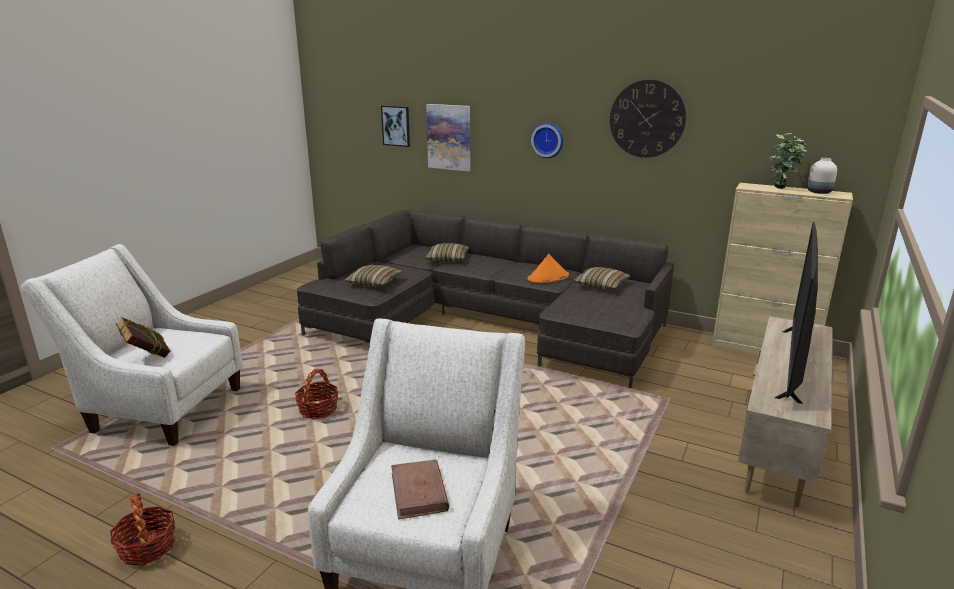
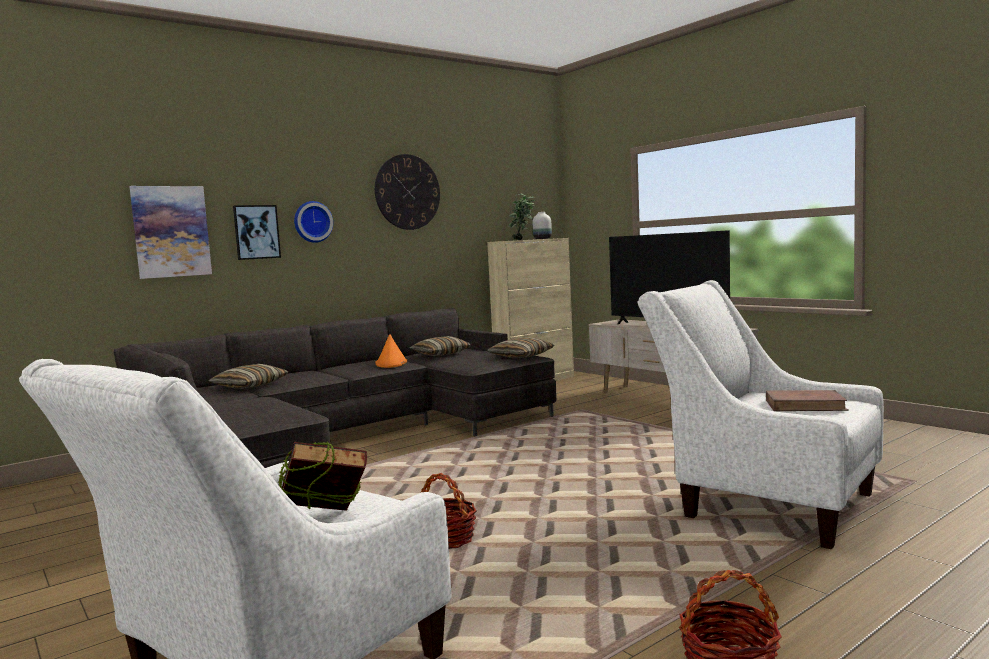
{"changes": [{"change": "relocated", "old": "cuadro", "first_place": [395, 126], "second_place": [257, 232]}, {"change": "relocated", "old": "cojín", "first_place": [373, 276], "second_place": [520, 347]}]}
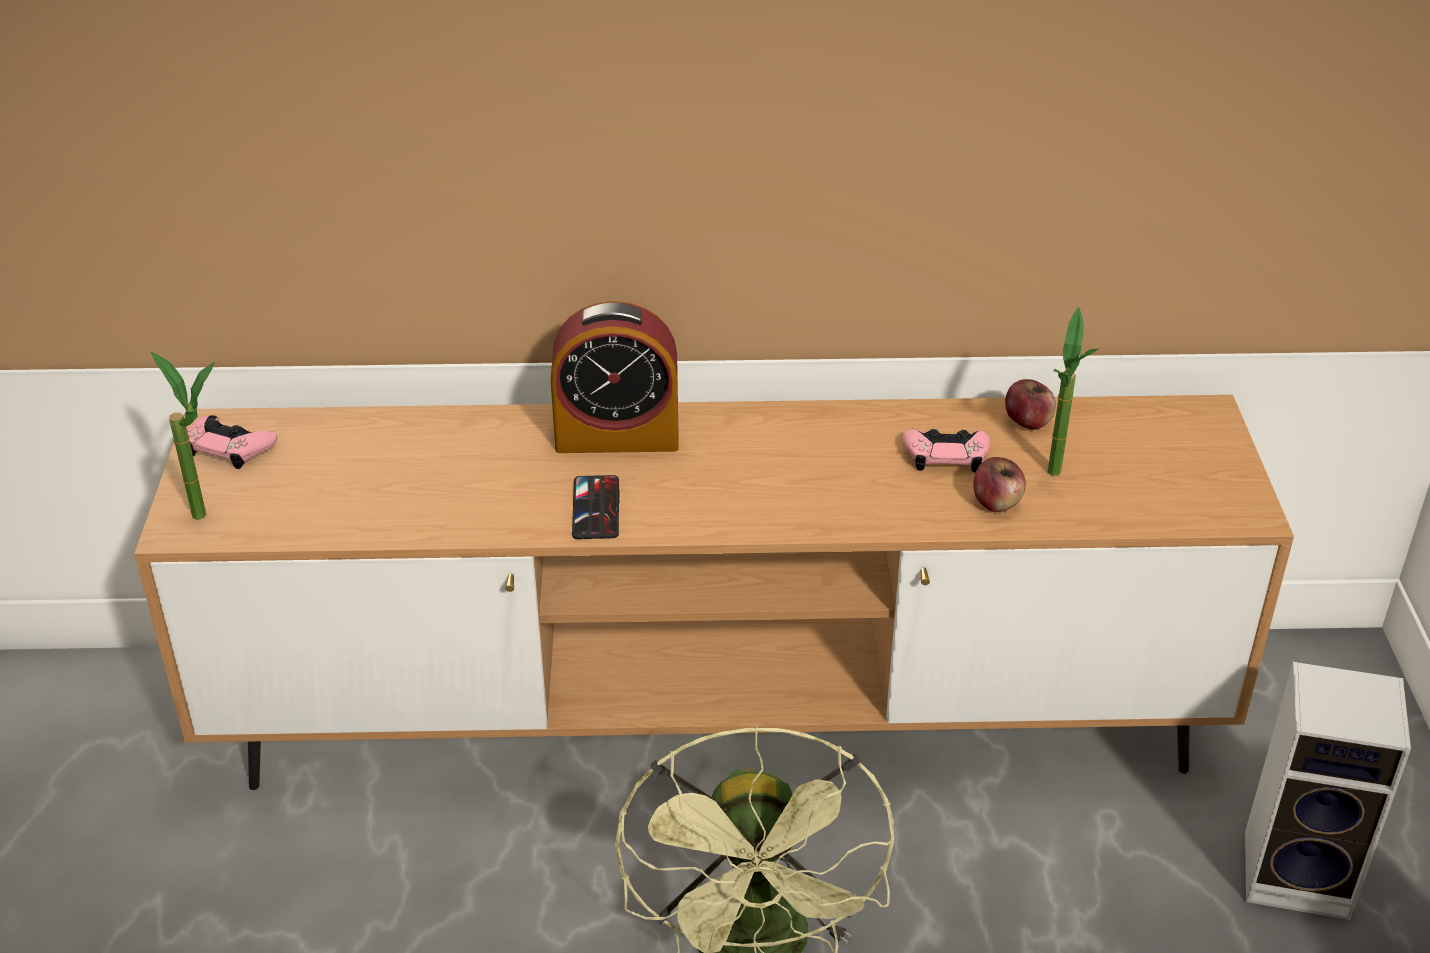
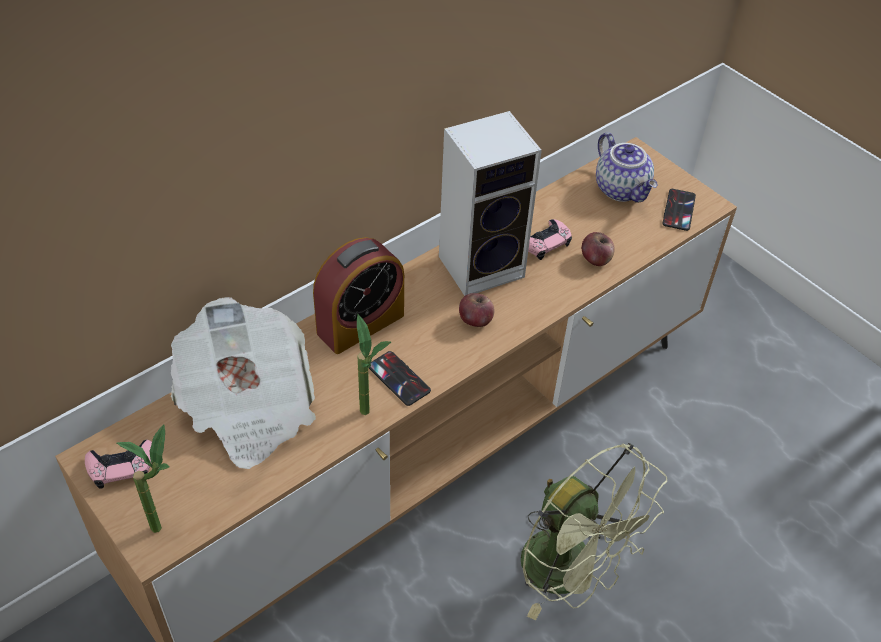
{"changes": [{"change": "relocated", "old": "planta en maceta", "first_place": [1074, 391], "second_place": [374, 364]}, {"change": "relocated", "old": "manzana", "first_place": [1030, 404], "second_place": [477, 310]}, {"change": "relocated", "old": "altavoz", "first_place": [1328, 791], "second_place": [490, 203]}, {"change": "appeared", "new": "tetera", "second_place": [626, 167]}, {"change": "appeared", "new": "móvil", "second_place": [679, 210]}, {"change": "appeared", "new": "periódico", "second_place": [243, 383]}]}
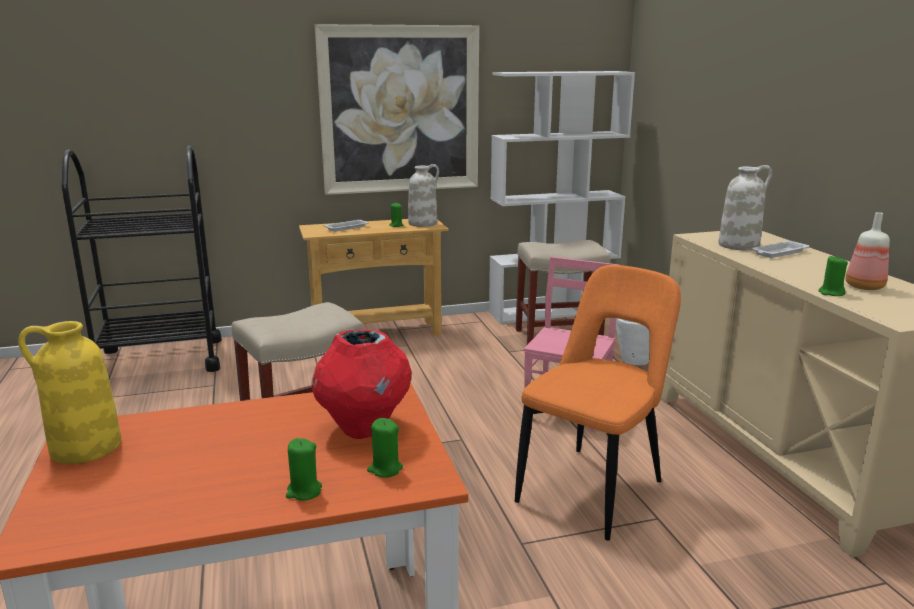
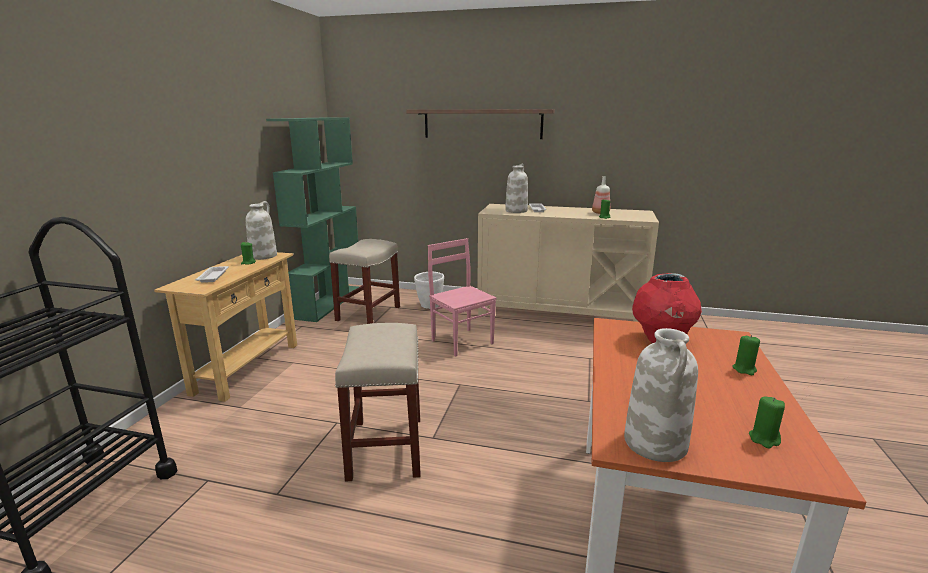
{"changes": [{"change": "missing", "old": "cuadro", "first_place": [397, 109]}, {"change": "colour", "old": "estantería (blanco)", "new": "estantería (verde)", "first_place": [562, 197], "second_place": [312, 219]}, {"change": "missing", "old": "silla (naranja)", "first_place": [598, 402]}, {"change": "colour", "old": "florero (amarillo)", "new": "florero (blanco)", "first_place": [69, 392], "second_place": [661, 395]}, {"change": "relocated", "old": "vela (verde)", "first_place": [385, 448], "second_place": [767, 422]}, {"change": "appeared", "new": "estante", "second_place": [481, 124]}]}
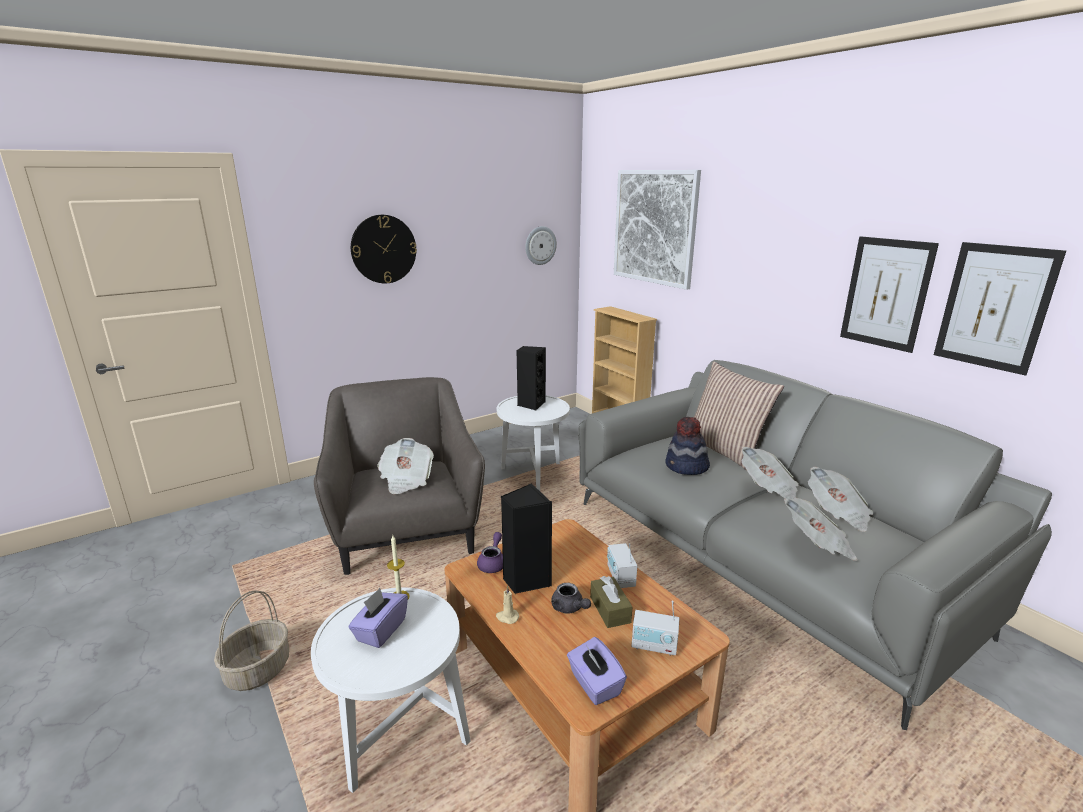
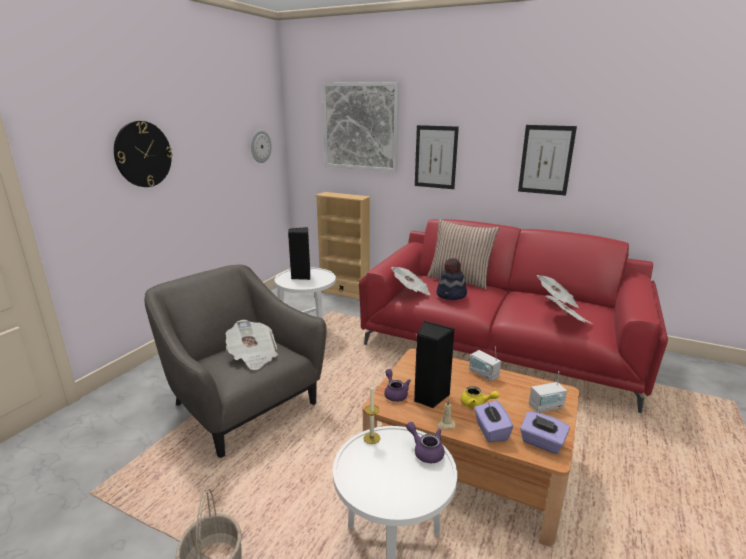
{"changes": [{"change": "relocated", "old": "cuadro", "first_place": [1000, 309], "second_place": [437, 157]}, {"change": "colour", "old": "sofá (gris)", "new": "sofá (rojo)", "first_place": [815, 545], "second_place": [513, 316]}, {"change": "relocated", "old": "periódico", "first_place": [770, 473], "second_place": [410, 281]}, {"change": "missing", "old": "caja de pañuelos (marrón)", "first_place": [611, 602]}, {"change": "colour", "old": "tetera (gris)", "new": "tetera (amarillo)", "first_place": [571, 598], "second_place": [480, 397]}, {"change": "relocated", "old": "caja de pañuelos (morado)", "first_place": [378, 618], "second_place": [493, 421]}, {"change": "appeared", "new": "tetera (morado)", "second_place": [425, 442]}]}
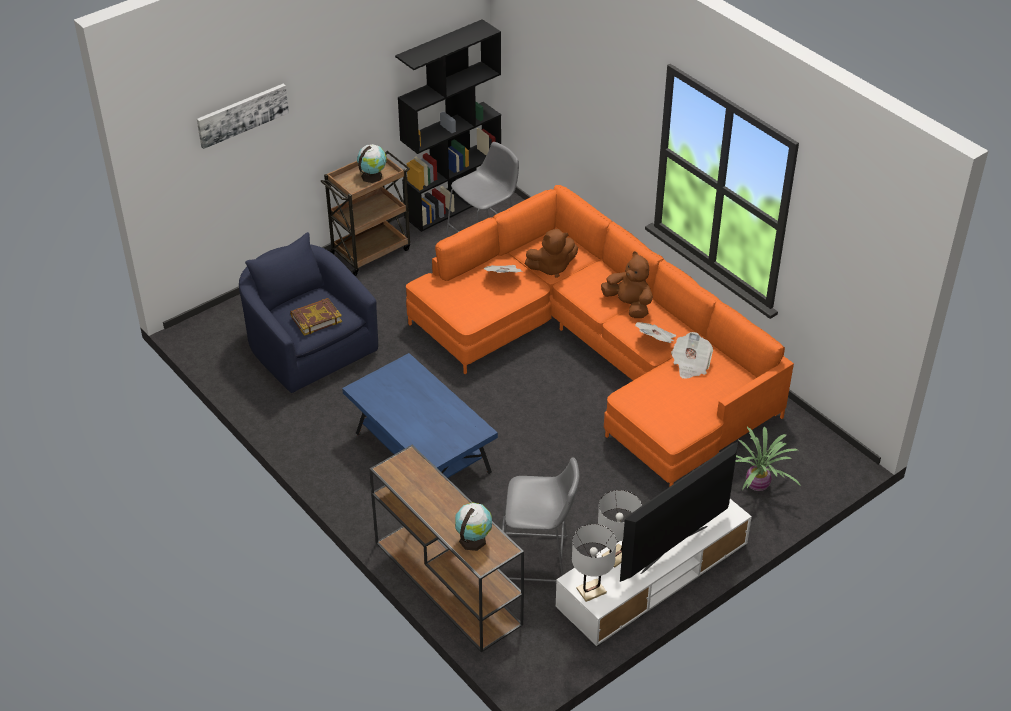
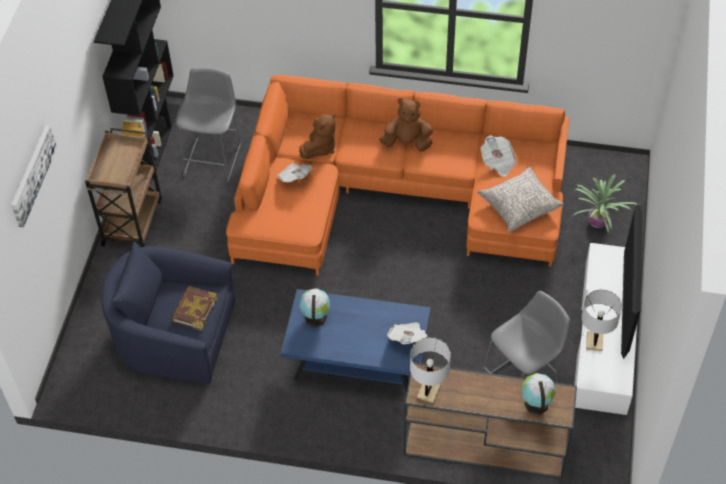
{"changes": [{"change": "relocated", "old": "globo terráqueo", "first_place": [372, 163], "second_place": [314, 307]}, {"change": "relocated", "old": "periódico", "first_place": [655, 332], "second_place": [407, 333]}, {"change": "relocated", "old": "lámpara de mesa (blanco)", "first_place": [594, 563], "second_place": [430, 370]}, {"change": "appeared", "new": "cojín (gris)", "second_place": [520, 199]}]}
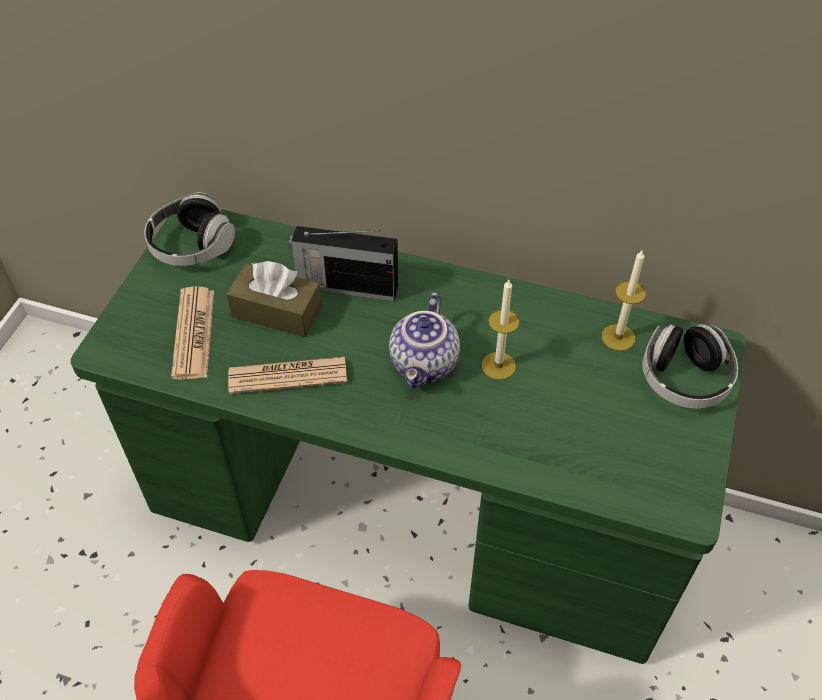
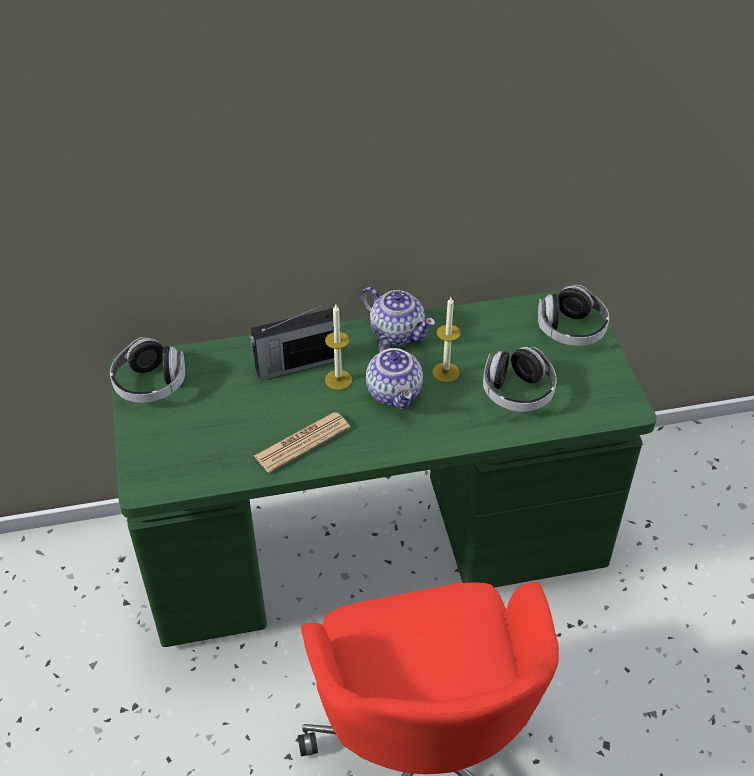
{"changes": [{"change": "relocated", "old": "vela", "first_place": [624, 300], "second_place": [338, 347]}, {"change": "missing", "old": "caja de pañuelos (marrón)", "first_place": [274, 299]}, {"change": "missing", "old": "periódico", "first_place": [192, 333]}, {"change": "appeared", "new": "tetera", "second_place": [398, 316]}, {"change": "appeared", "new": "auriculares", "second_place": [520, 379]}]}
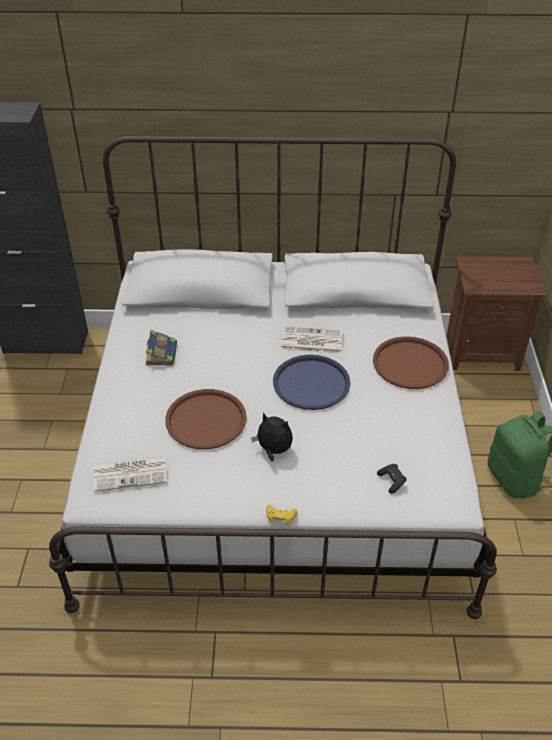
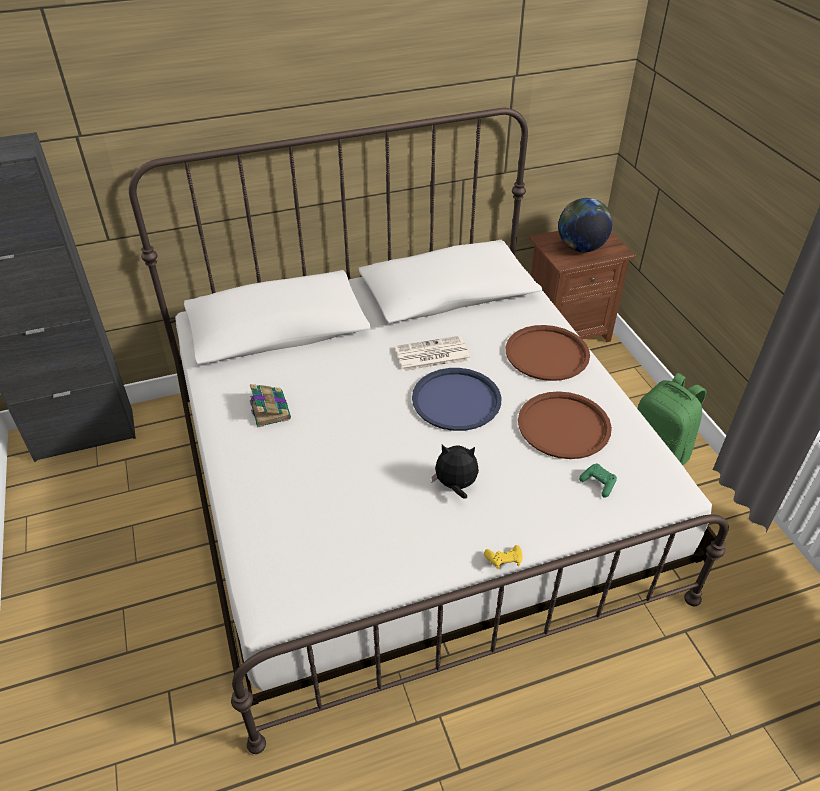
{"changes": [{"change": "relocated", "old": "bandeja (marrón)", "first_place": [206, 419], "second_place": [565, 425]}, {"change": "missing", "old": "periódico", "first_place": [130, 474]}, {"change": "colour", "old": "mando de consola (negro)", "new": "mando de consola (verde)", "first_place": [391, 479], "second_place": [598, 481]}, {"change": "appeared", "new": "globo terráqueo", "second_place": [585, 225]}]}
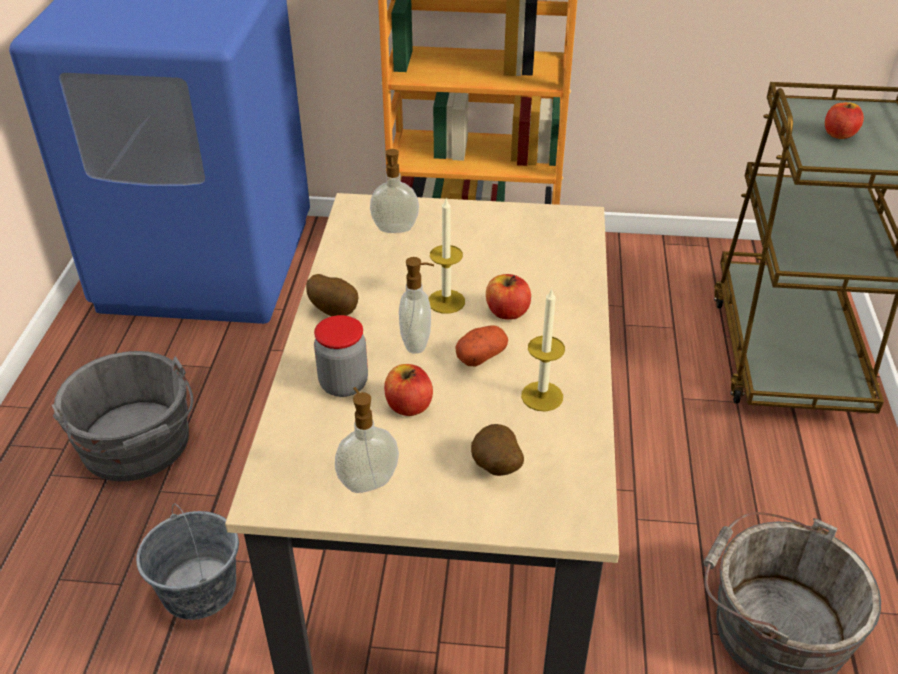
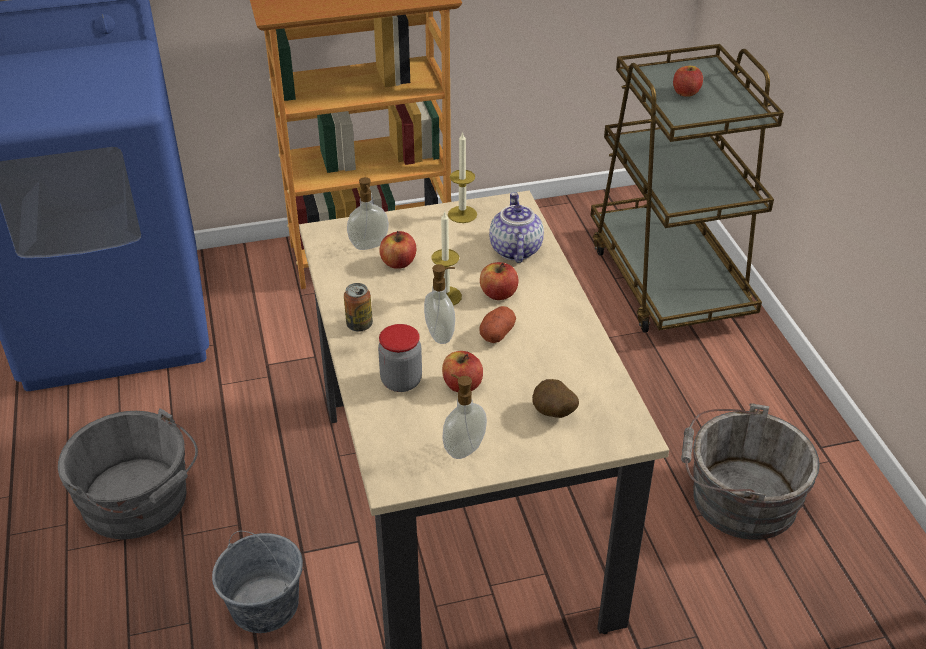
{"changes": [{"change": "exchanged", "old": "patata", "new": "lata", "first_place": [332, 295], "second_place": [358, 307]}, {"change": "relocated", "old": "vela", "first_place": [543, 350], "second_place": [462, 177]}, {"change": "appeared", "new": "tetera", "second_place": [516, 227]}, {"change": "appeared", "new": "manzana", "second_place": [397, 250]}]}
